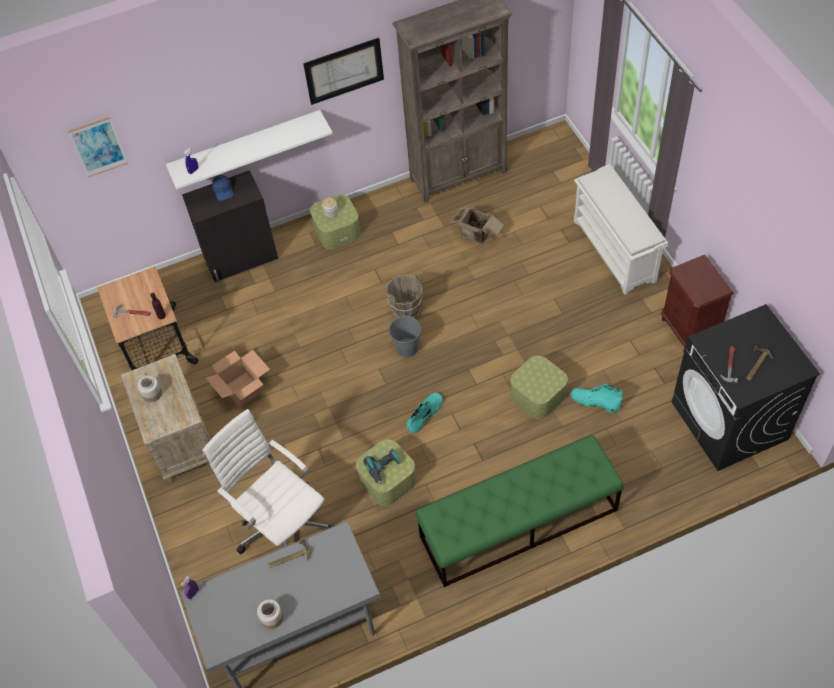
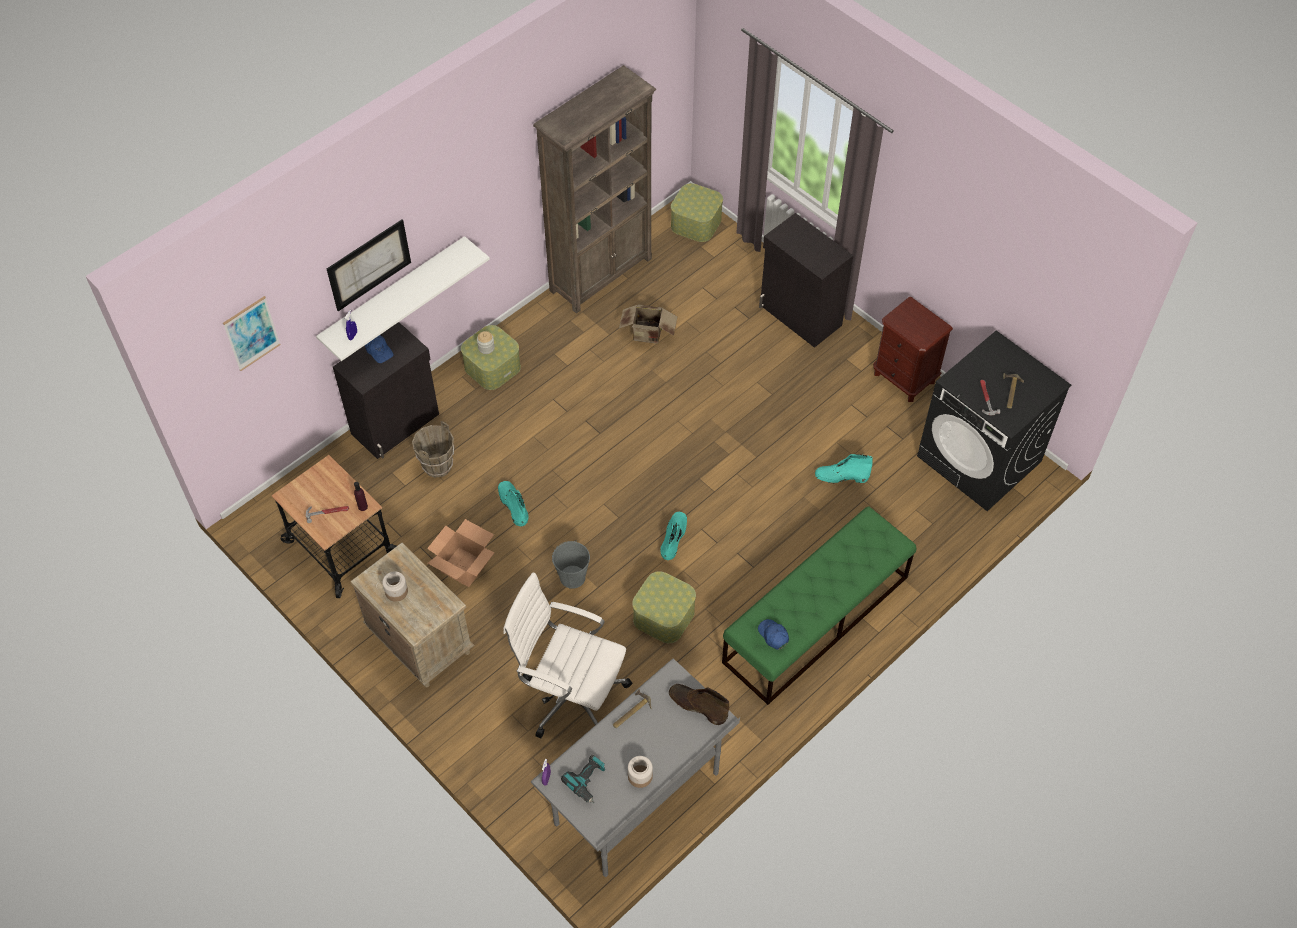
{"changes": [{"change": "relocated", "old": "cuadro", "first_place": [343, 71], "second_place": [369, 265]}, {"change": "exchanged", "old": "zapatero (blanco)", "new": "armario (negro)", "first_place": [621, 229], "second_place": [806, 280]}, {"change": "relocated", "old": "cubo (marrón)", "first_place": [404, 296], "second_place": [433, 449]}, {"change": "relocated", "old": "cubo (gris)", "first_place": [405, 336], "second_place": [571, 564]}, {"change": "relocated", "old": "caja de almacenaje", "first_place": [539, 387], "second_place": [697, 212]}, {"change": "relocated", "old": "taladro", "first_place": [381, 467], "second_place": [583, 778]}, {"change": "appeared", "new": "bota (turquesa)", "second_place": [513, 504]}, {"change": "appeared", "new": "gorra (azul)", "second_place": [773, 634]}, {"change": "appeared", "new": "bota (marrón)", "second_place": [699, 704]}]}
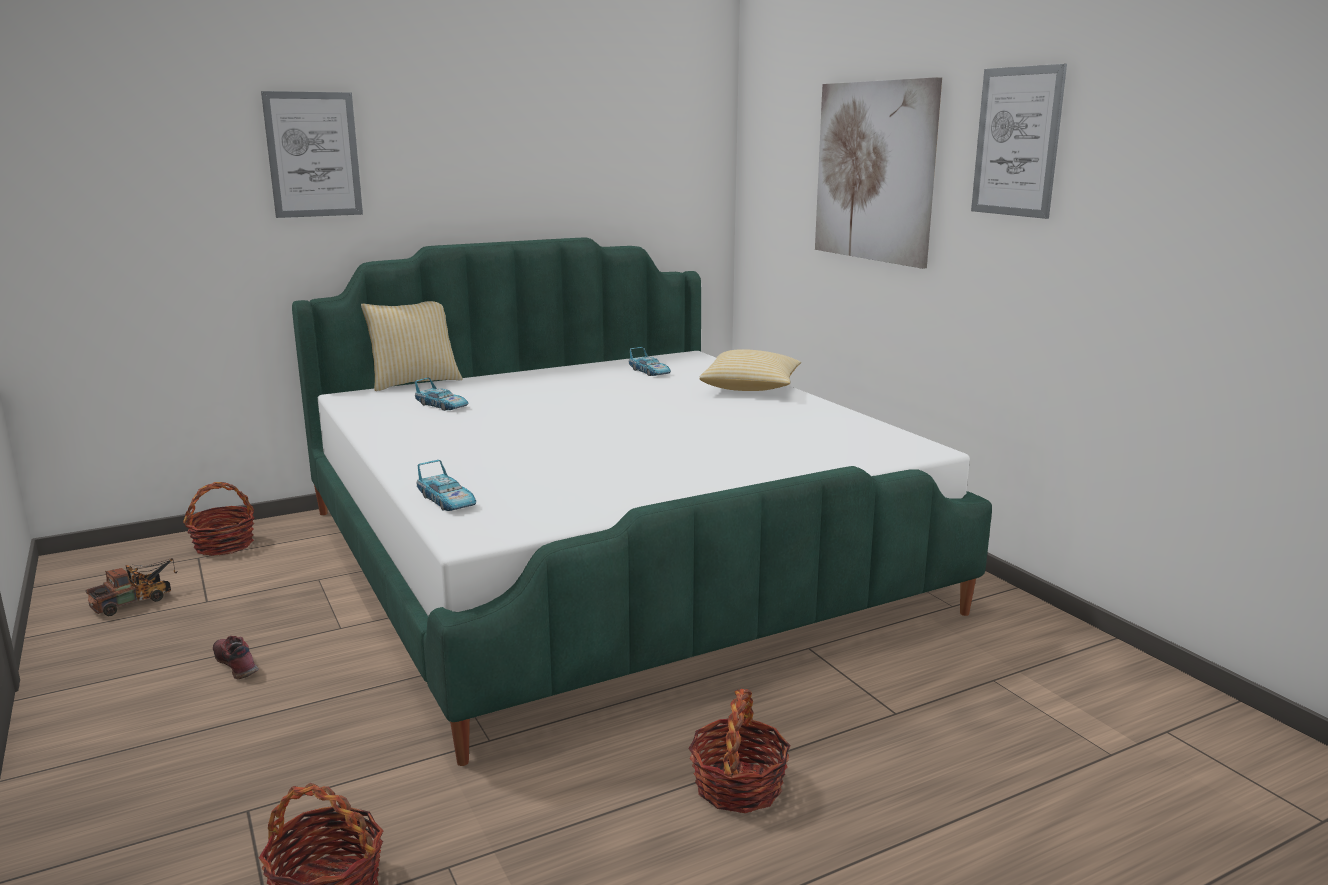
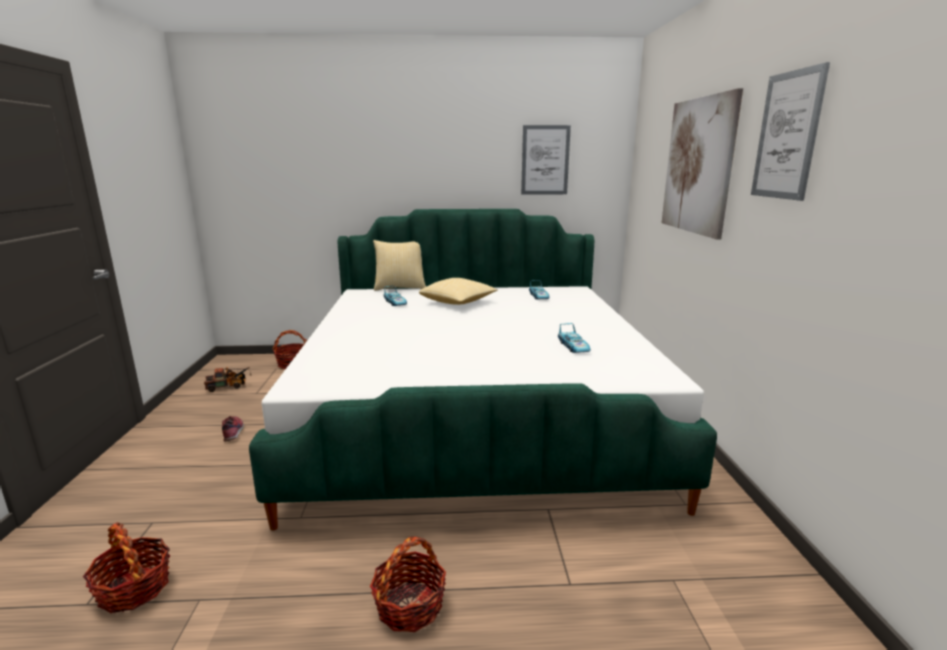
{"changes": [{"change": "relocated", "old": "cuadro", "first_place": [312, 154], "second_place": [546, 160]}, {"change": "relocated", "old": "cojín", "first_place": [750, 370], "second_place": [458, 291]}, {"change": "relocated", "old": "coche de juguete", "first_place": [446, 485], "second_place": [574, 338]}]}
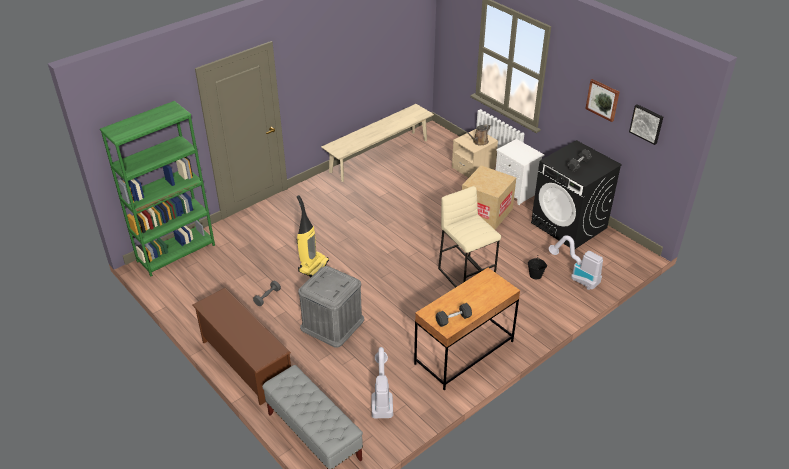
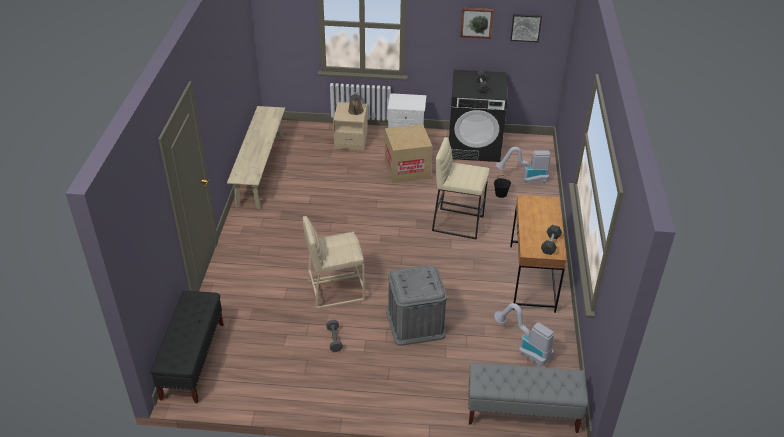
{"changes": [{"change": "exchanged", "old": "estantería (verde)", "new": "banco (negro)", "first_place": [157, 188], "second_place": [187, 347]}, {"change": "exchanged", "old": "aspiradora", "new": "taburete (beis)", "first_place": [313, 236], "second_place": [334, 262]}, {"change": "missing", "old": "zapatero (marrón)", "first_place": [241, 346]}]}
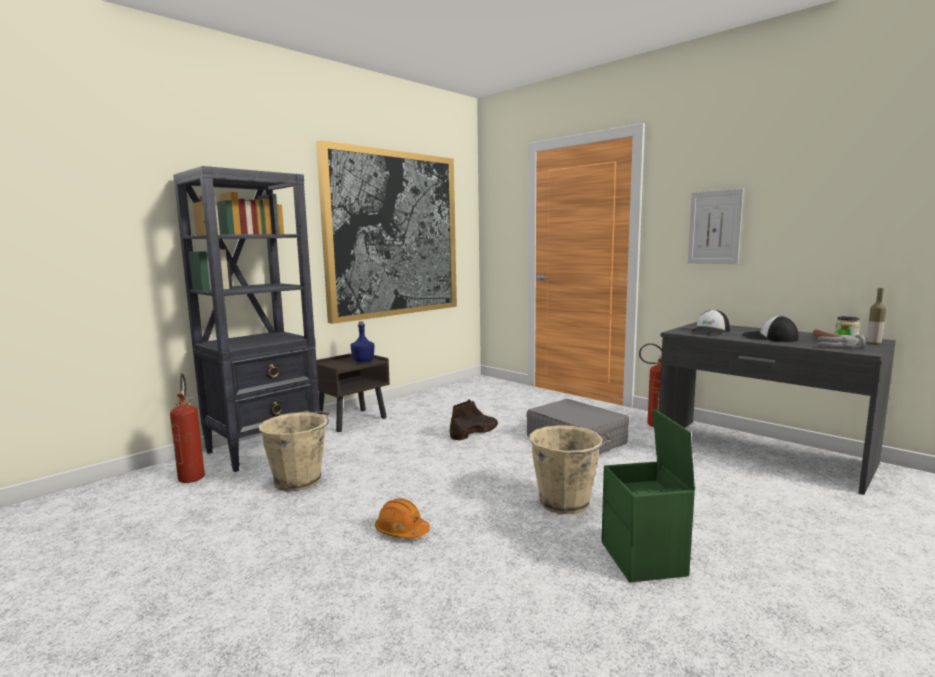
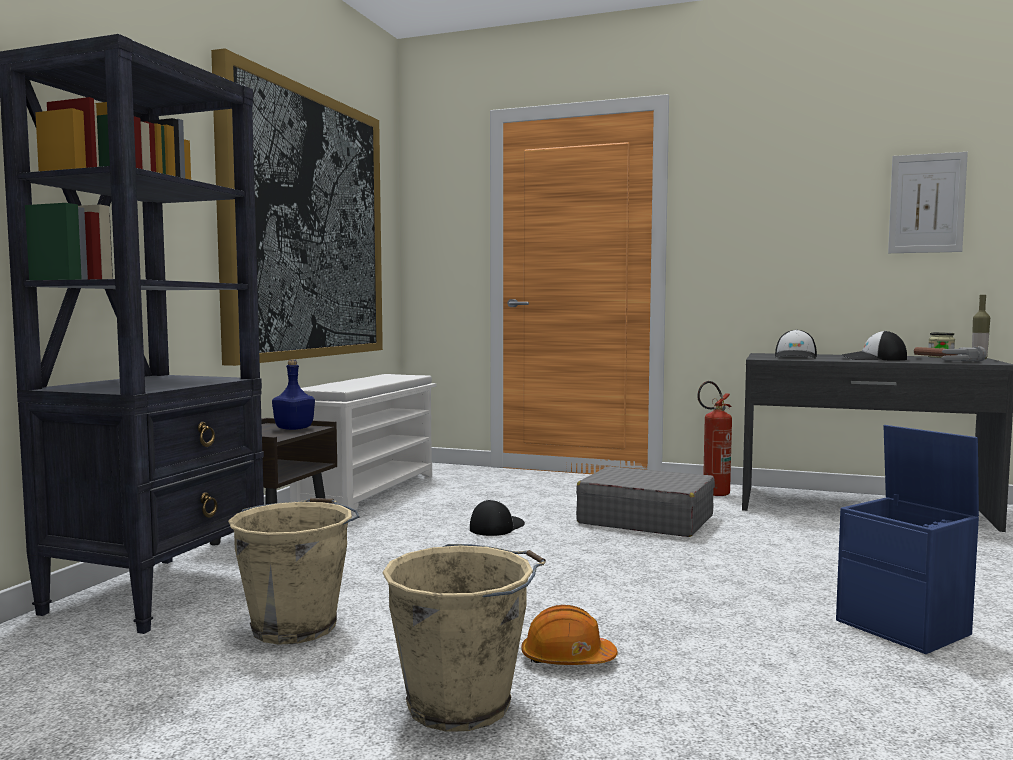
{"changes": [{"change": "relocated", "old": "cuadro", "first_place": [716, 226], "second_place": [928, 202]}, {"change": "missing", "old": "extintor", "first_place": [187, 428]}, {"change": "exchanged", "old": "bota (marrón)", "new": "gorra", "first_place": [473, 419], "second_place": [497, 518]}, {"change": "colour", "old": "caja de almacenaje (verde)", "new": "caja de almacenaje (azul)", "first_place": [648, 496], "second_place": [907, 539]}, {"change": "relocated", "old": "cubo (beis)", "first_place": [570, 469], "second_place": [464, 638]}, {"change": "appeared", "new": "zapatero (blanco)", "second_place": [363, 445]}]}
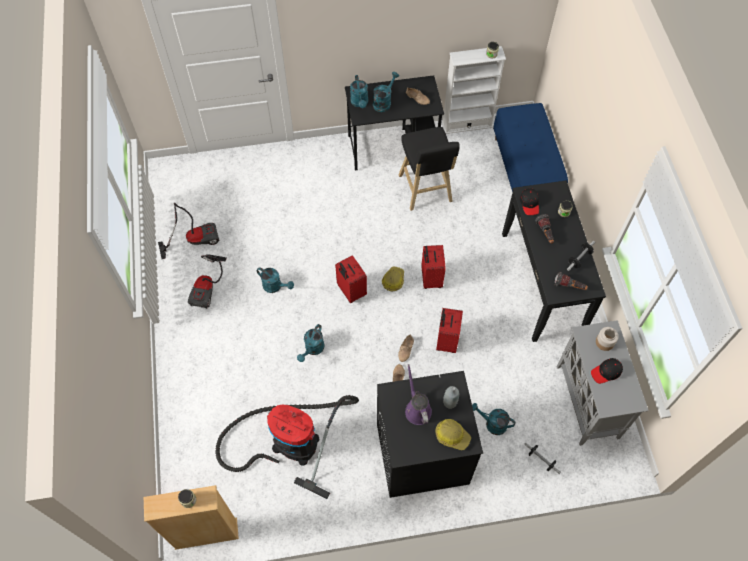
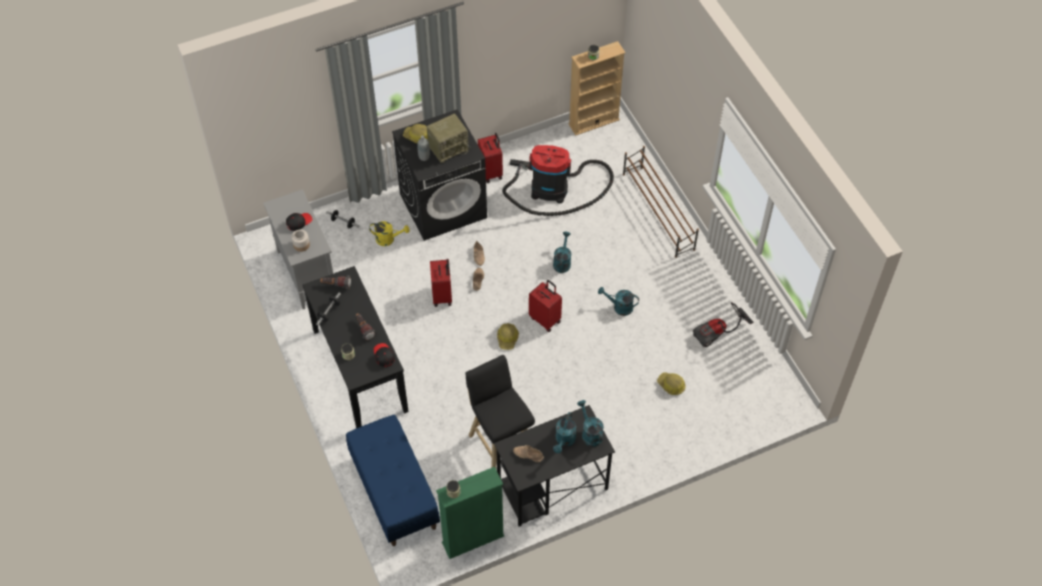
{"changes": [{"change": "colour", "old": "estantería (blanco)", "new": "estantería (verde)", "first_place": [474, 90], "second_place": [470, 513]}, {"change": "relocated", "old": "maleta (rojo)", "first_place": [433, 267], "second_place": [490, 158]}, {"change": "missing", "old": "aspiradora", "first_place": [207, 281]}, {"change": "exchanged", "old": "regadera (morado)", "new": "radio", "first_place": [418, 394], "second_place": [449, 138]}, {"change": "colour", "old": "regadera (turquesa)", "new": "regadera (amarillo)", "first_place": [493, 419], "second_place": [389, 233]}, {"change": "appeared", "new": "zapatero (marrón)", "second_place": [661, 202]}, {"change": "appeared", "new": "casco", "second_place": [671, 383]}]}
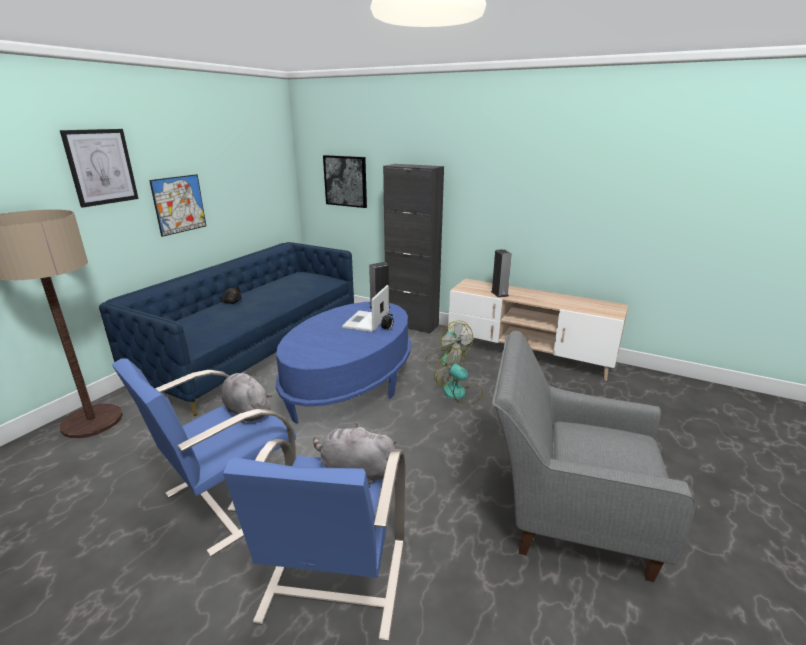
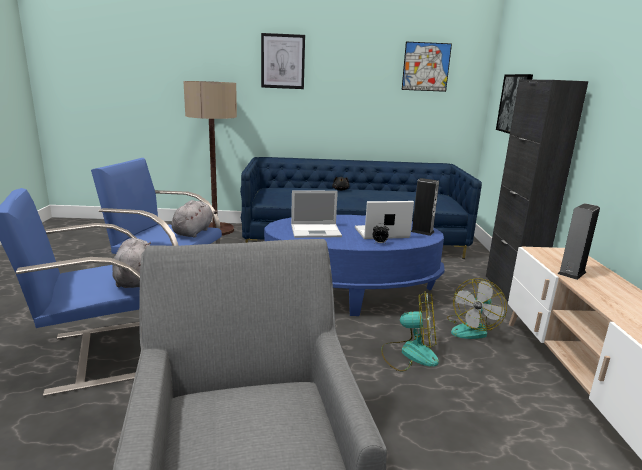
{"changes": [{"change": "relocated", "old": "cuadro", "first_place": [177, 205], "second_place": [427, 67]}, {"change": "spun", "old": "ventilador", "first_place": [458, 376], "second_place": [410, 331], "degrees": 90}, {"change": "appeared", "new": "portátil", "second_place": [316, 214]}]}
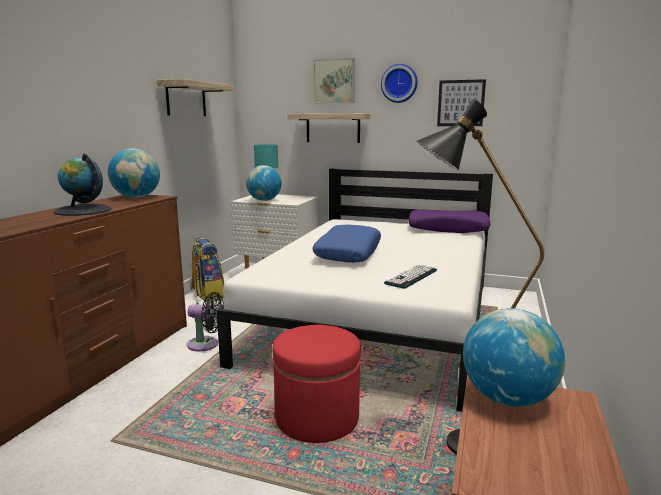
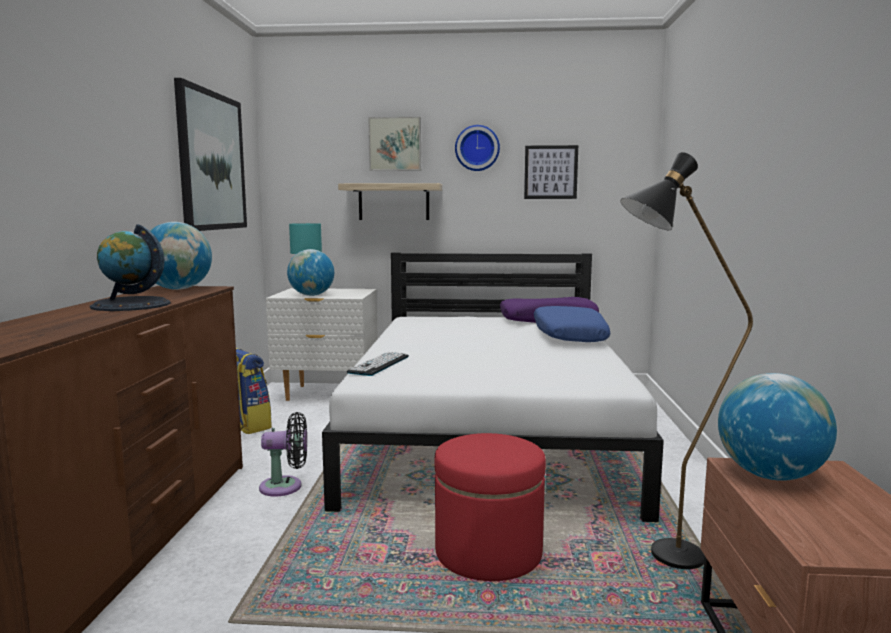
{"changes": [{"change": "exchanged", "old": "estante", "new": "cuadro", "first_place": [195, 97], "second_place": [210, 154]}, {"change": "relocated", "old": "cojín (azul)", "first_place": [347, 244], "second_place": [572, 324]}, {"change": "relocated", "old": "teclado", "first_place": [410, 277], "second_place": [378, 364]}]}
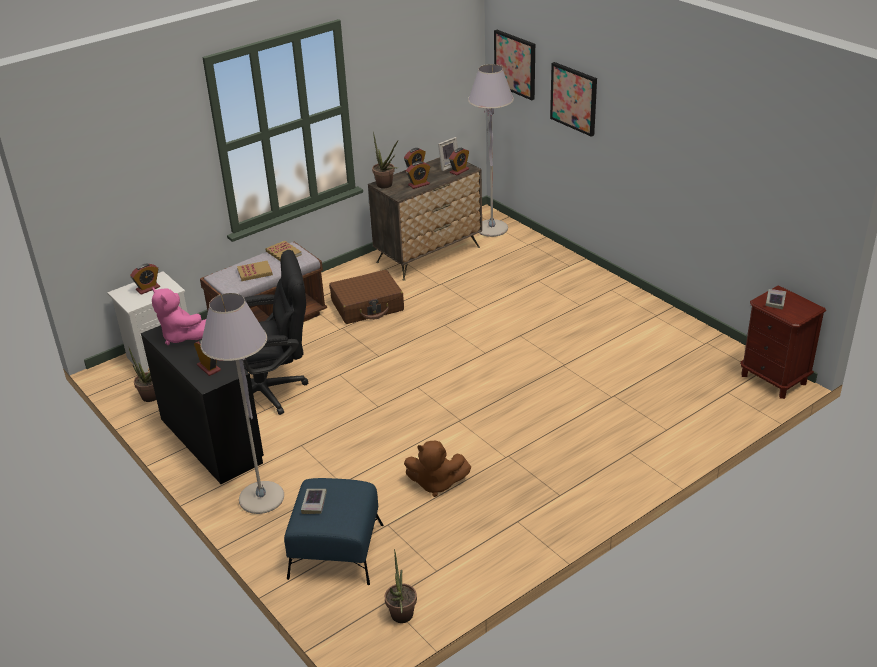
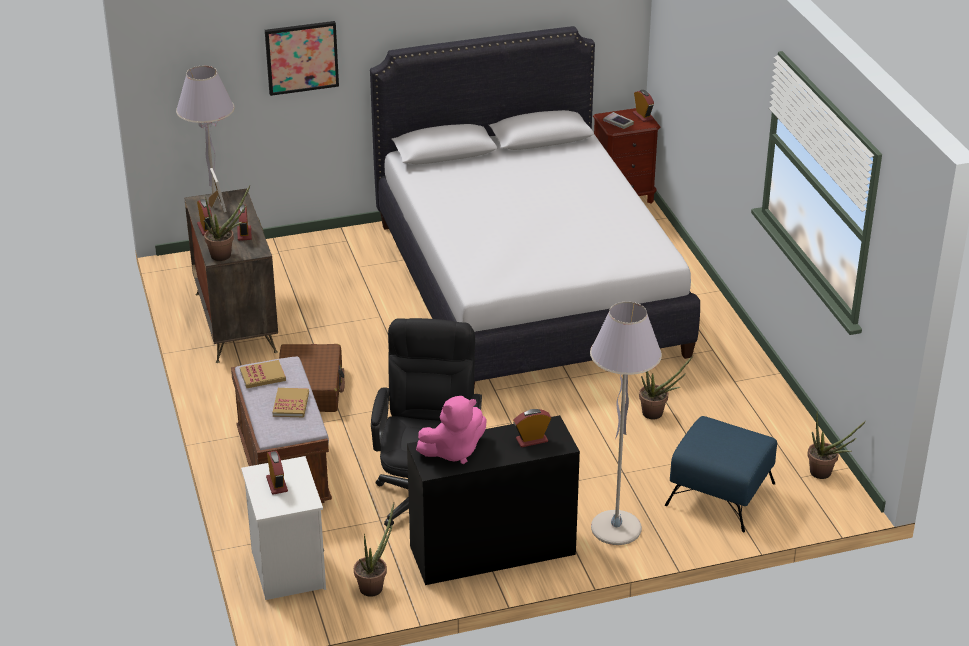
{"changes": [{"change": "missing", "old": "cuadro", "first_place": [514, 65]}, {"change": "relocated", "old": "despertador", "first_place": [459, 162], "second_place": [643, 106]}, {"change": "exchanged", "old": "peluche (marrón)", "new": "planta en maceta", "first_place": [437, 469], "second_place": [666, 387]}, {"change": "missing", "old": "libro", "first_place": [314, 501]}, {"change": "appeared", "new": "cama (blanco)", "second_place": [535, 206]}]}
